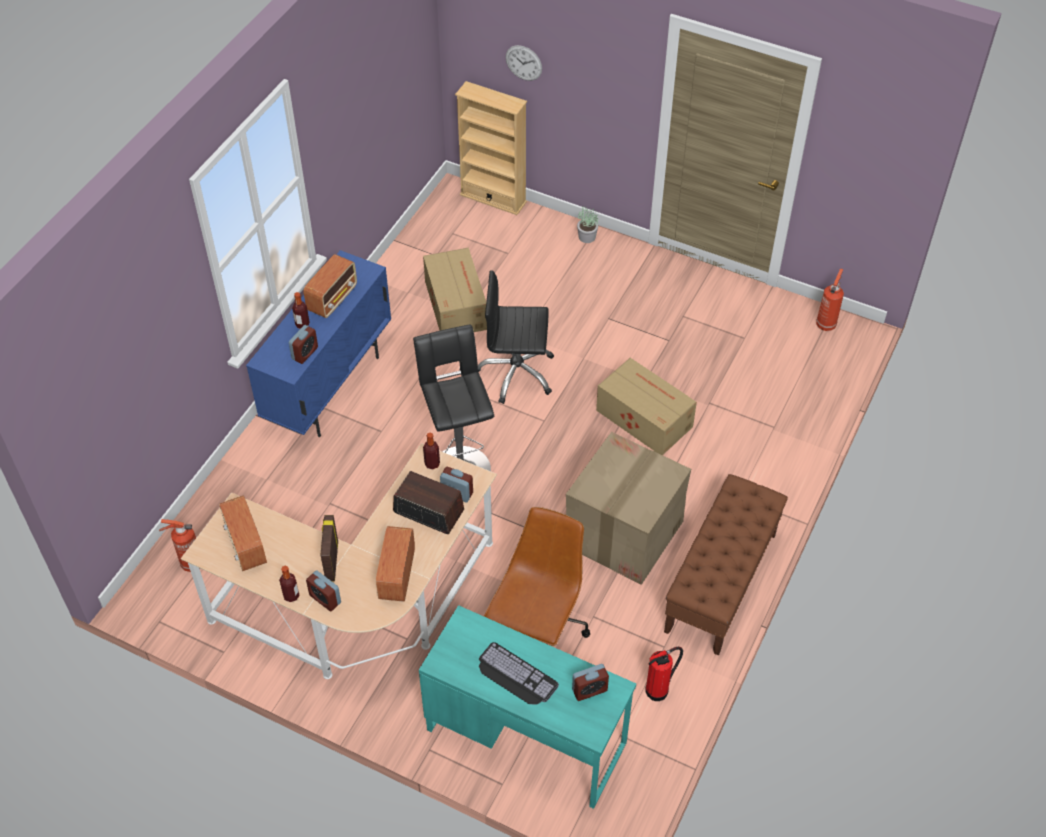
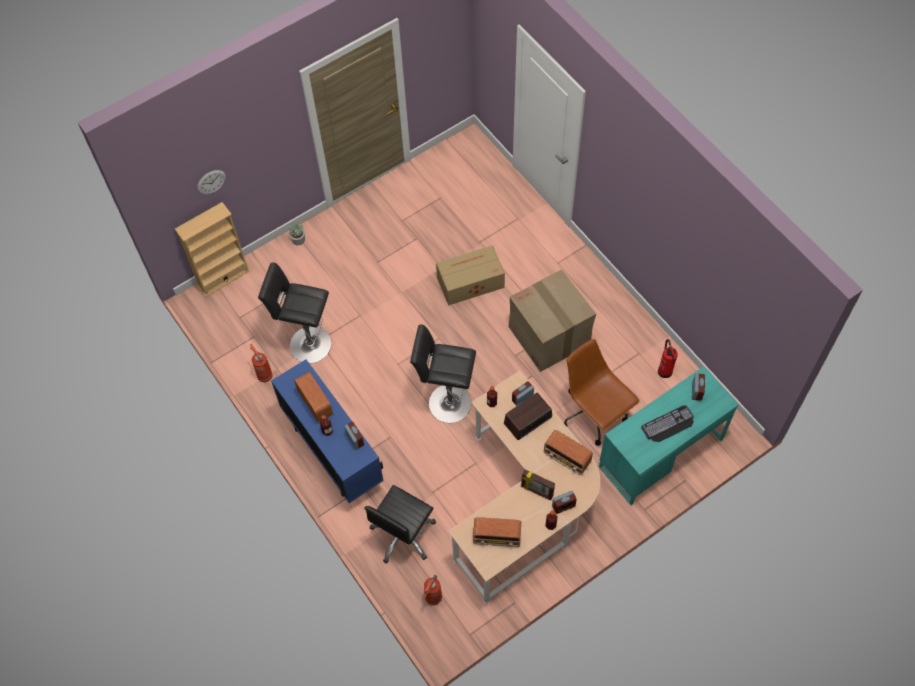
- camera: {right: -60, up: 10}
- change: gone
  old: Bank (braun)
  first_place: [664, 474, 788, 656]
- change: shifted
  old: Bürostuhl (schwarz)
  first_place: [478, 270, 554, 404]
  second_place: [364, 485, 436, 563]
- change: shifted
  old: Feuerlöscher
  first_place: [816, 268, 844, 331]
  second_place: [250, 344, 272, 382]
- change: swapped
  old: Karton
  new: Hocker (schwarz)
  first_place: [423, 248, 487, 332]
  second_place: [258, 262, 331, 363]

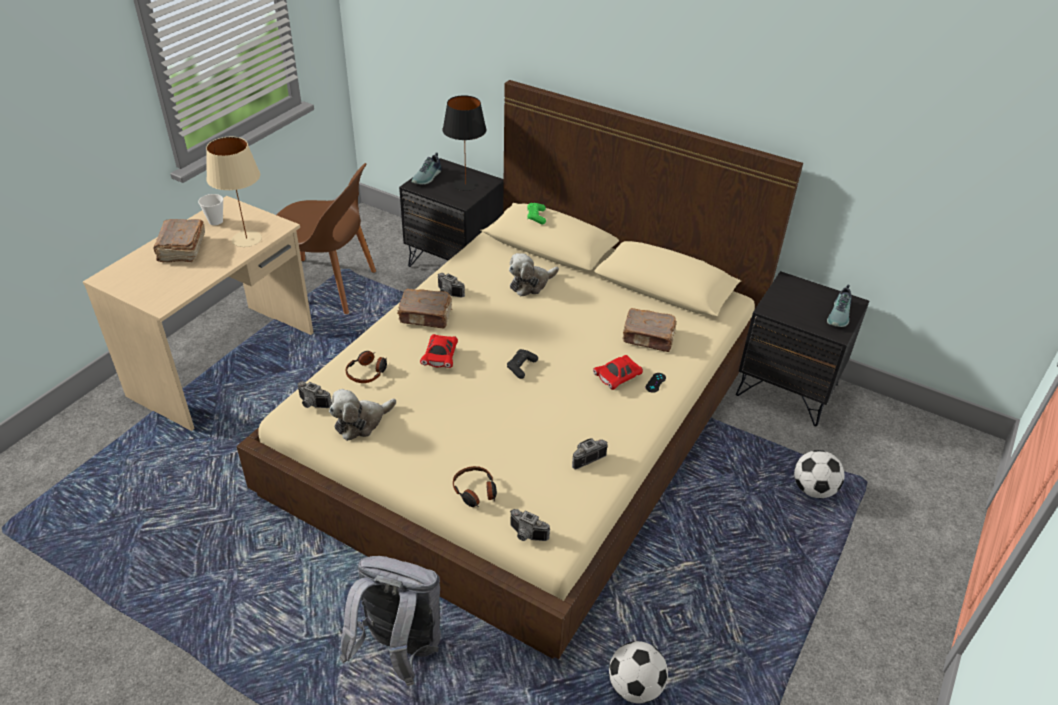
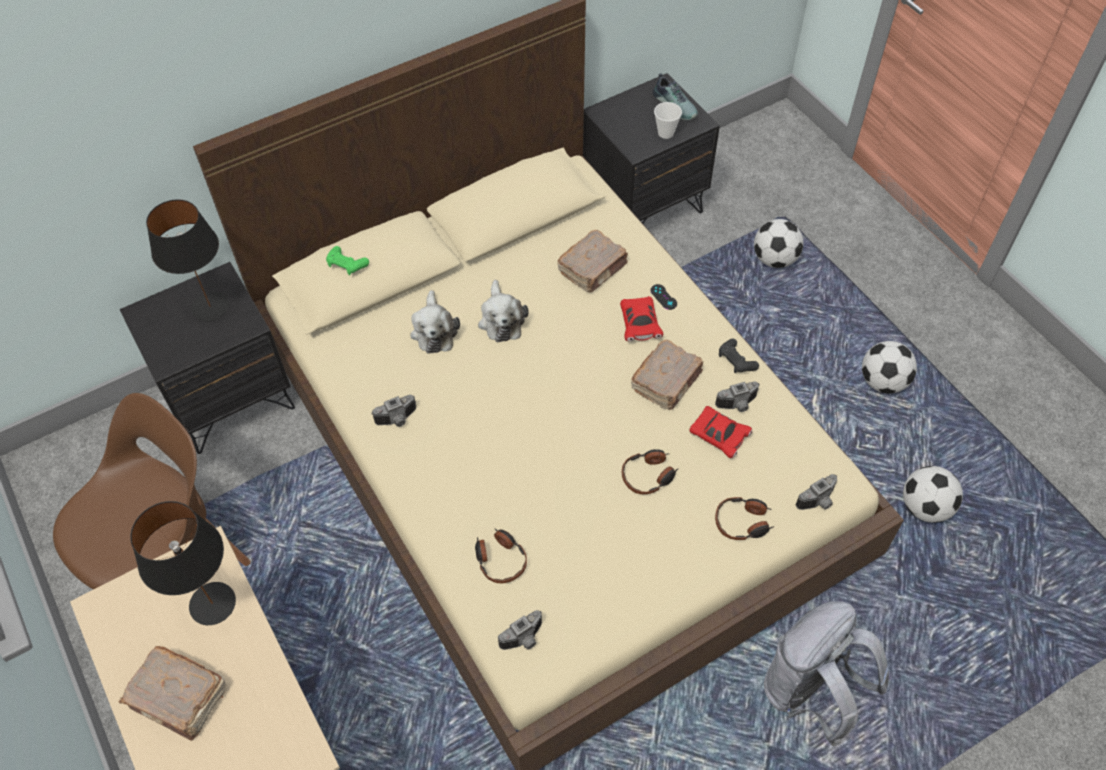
- camera: {right: -60, up: 15}
- change: gone
  old: Schuh
  first_place: [411, 152, 442, 185]
- change: new
  new: Kopfhörer
  second_place: [621, 449, 679, 495]
- change: new
  new: Fußball
  second_place: [862, 341, 917, 394]
- change: shifted
  old: Tasse
  first_place: [198, 194, 223, 225]
  second_place: [654, 102, 682, 139]
- change: shifted
  old: Plüschtier
  first_place: [329, 389, 396, 441]
  second_place: [478, 280, 529, 342]
- change: shifted
  old: Buch (braun)
  first_place: [397, 289, 452, 328]
  second_place: [631, 340, 703, 410]
- change: shifted
  old: Spielzeugauto (rot)
  first_place: [420, 334, 458, 368]
  second_place: [690, 406, 752, 458]
- change: shifted
  old: Gamepad (schwarz)
  first_place: [507, 349, 538, 379]
  second_place: [719, 339, 759, 373]
- change: repainted
  old: Tischlampe (beige)
  new: Tischlampe (schwarz)
  first_place: [206, 137, 262, 247]
  second_place: [130, 501, 236, 625]
- change: rotated
  old: Kamera
  first_place: [572, 438, 608, 469]
  second_place: [715, 382, 760, 412]
  degrees: -105

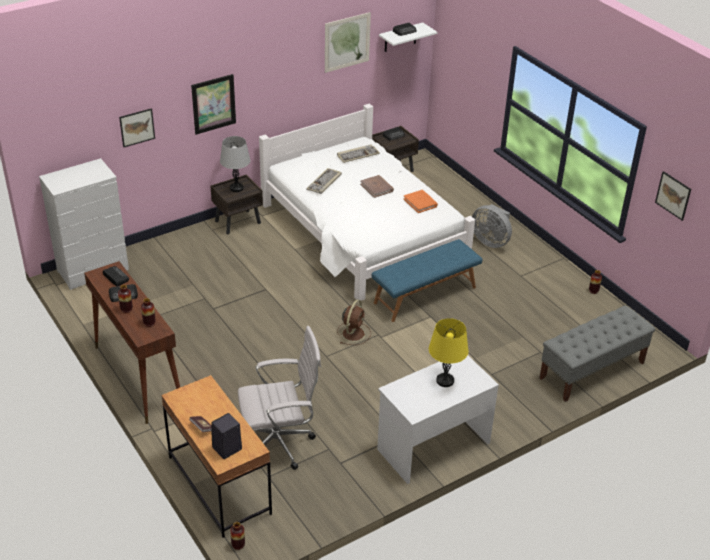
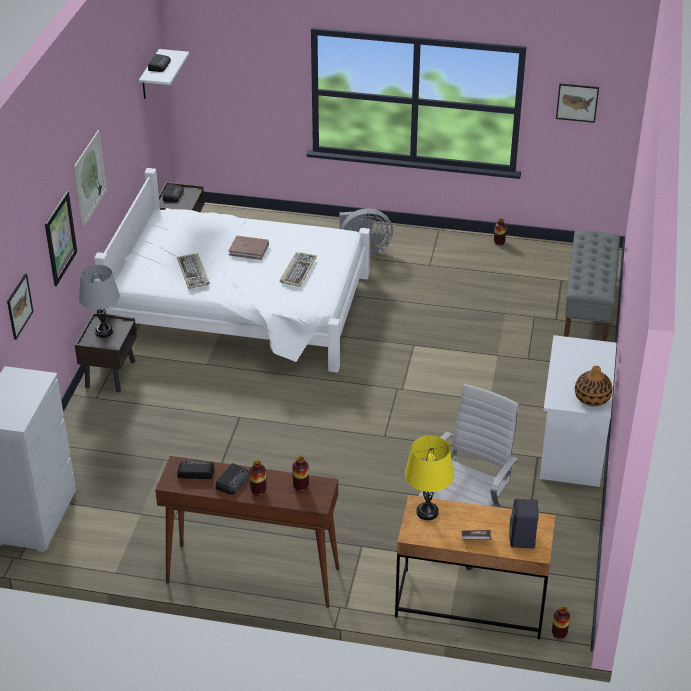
- camera: {right: -45, up: 0}
- change: gone
  old: Ventilator (braun)
  first_place: [337, 299, 371, 345]
- change: gone
  old: Bank (blau)
  first_place: [372, 239, 482, 322]
- change: gone
  old: Buch (orange)
  first_place: [404, 190, 438, 213]
- change: new
  new: Vase
  second_place: [575, 366, 612, 406]
- change: shifted
  old: Bild
  first_place: [325, 12, 371, 73]
  second_place: [74, 130, 107, 228]
- change: shifted
  old: Tastatur
  first_place: [337, 144, 380, 163]
  second_place: [280, 252, 317, 287]
- change: shifted
  old: Tischlampe (gelb)
  first_place: [429, 318, 468, 387]
  second_place: [405, 436, 454, 520]

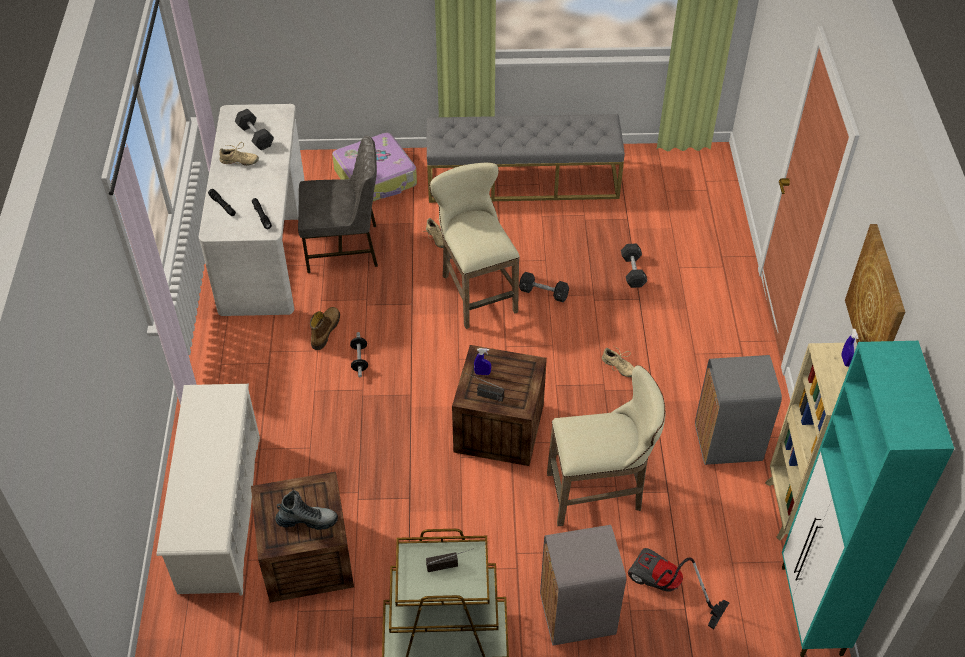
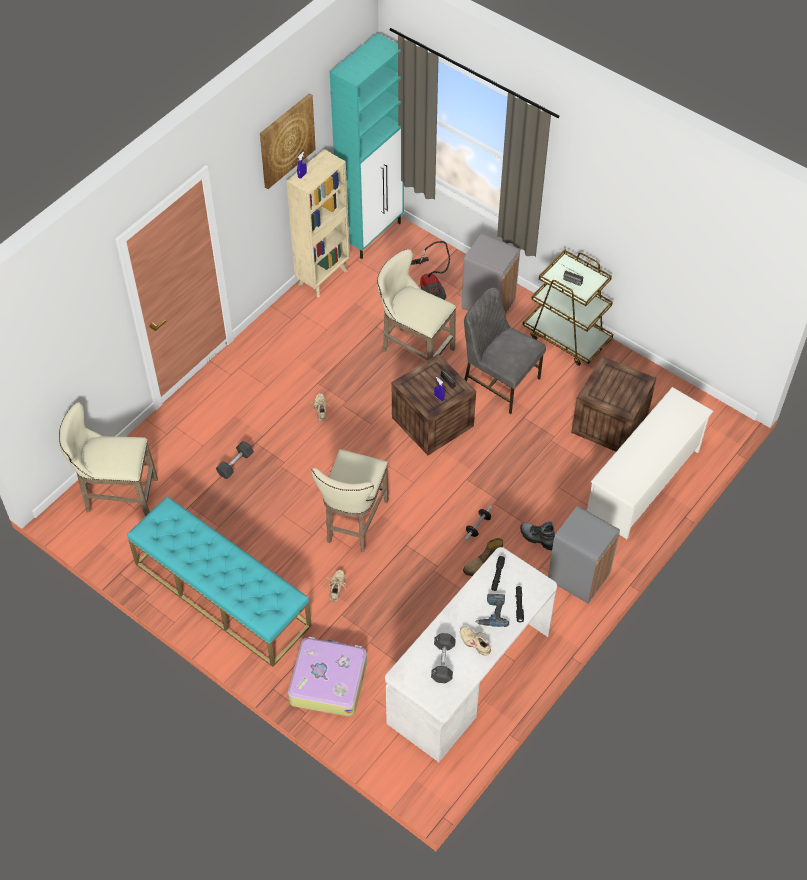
- camera: {right: -140, up: 5}
- change: gone
  old: Hantel (schwarz)
  first_place: [519, 272, 569, 302]
- change: new
  new: Hocker (beige)
  second_place: [59, 402, 158, 516]
- change: new
  new: Bohrmaschine
  second_place: [475, 594, 509, 627]
- change: shifted
  old: Stiefel
  first_place: [275, 490, 338, 530]
  second_place: [520, 521, 555, 551]
- change: shifted
  old: Stuhl (grau)
  first_place: [298, 136, 378, 273]
  second_place: [464, 288, 546, 414]
- change: shifted
  old: Mülleimer (grau)
  first_place: [695, 355, 782, 465]
  second_place: [548, 506, 620, 604]
- change: repainted
  old: Bank (grau)
  new: Bank (türkis)
  first_place: [427, 114, 625, 203]
  second_place: [127, 496, 312, 667]

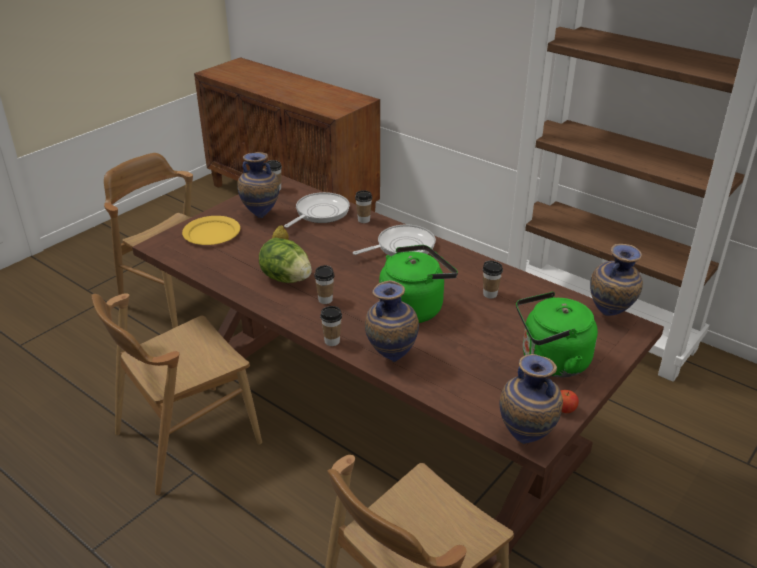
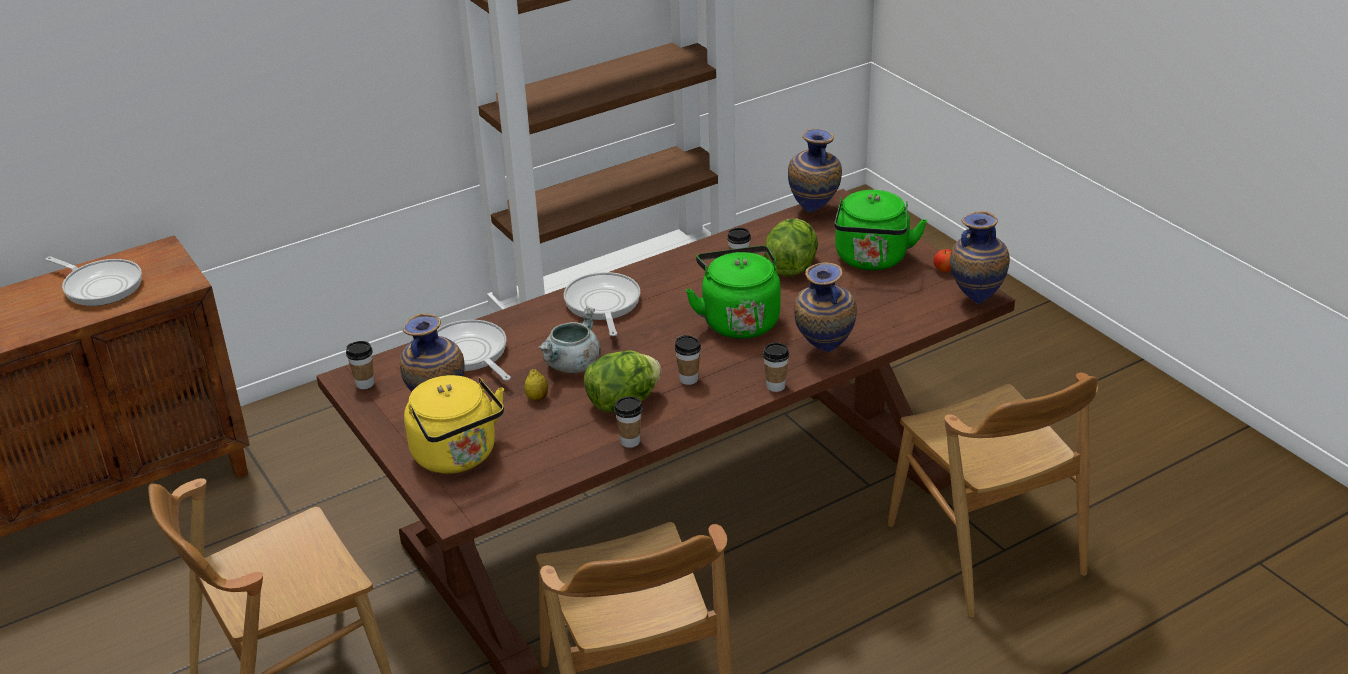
- camera: {right: -70, up: 0}
- change: new
  new: Pfanne
  second_place: [45, 256, 142, 306]
- change: new
  new: Kochtopf (grau)
  second_place: [538, 306, 601, 373]
- change: new
  new: Salatkopf
  second_place: [764, 219, 818, 276]
- change: shifted
  old: Tasse
  first_place: [355, 190, 372, 223]
  second_place: [614, 396, 642, 448]
- change: swapped
  old: Teller (gelb)
  new: Wasserkessel (gelb)
  first_place: [182, 216, 240, 245]
  second_place: [404, 375, 504, 474]

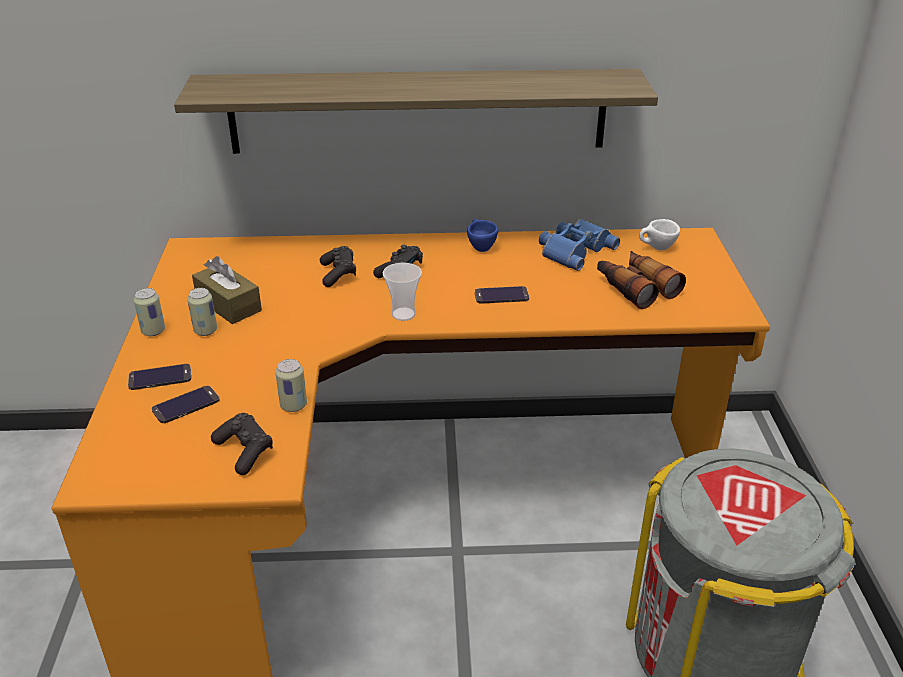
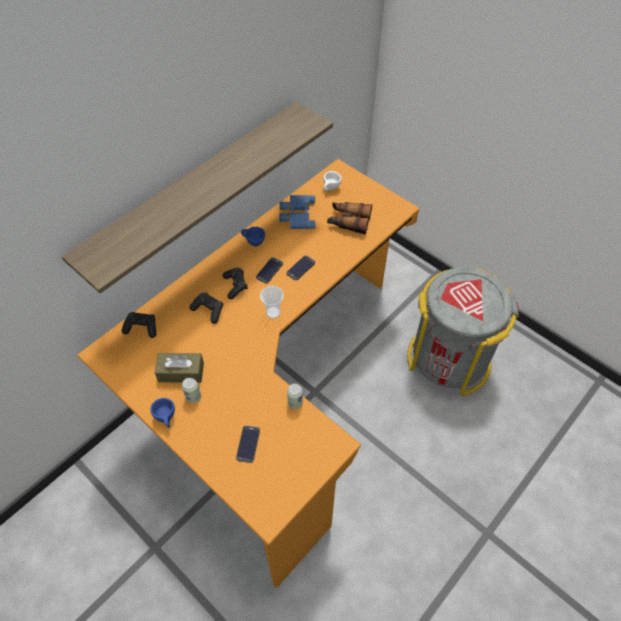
- camera: {right: -45, up: 20}
- change: shifted
  old: Handy
  first_place: [128, 364, 191, 390]
  second_place: [256, 257, 283, 283]
- change: shifted
  old: Gamepad (schwarz)
  first_place: [211, 413, 273, 475]
  second_place: [122, 312, 156, 338]
- change: swapped
  old: Dose
  new: Tasse (blau)
  first_place: [134, 288, 165, 336]
  second_place: [150, 398, 175, 428]

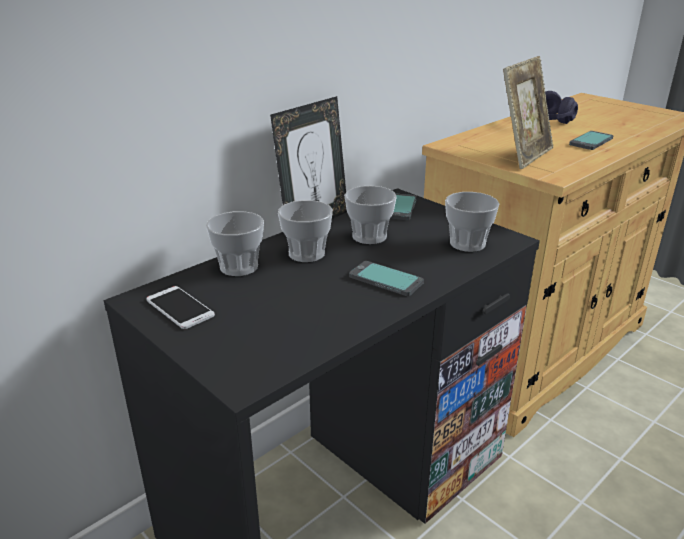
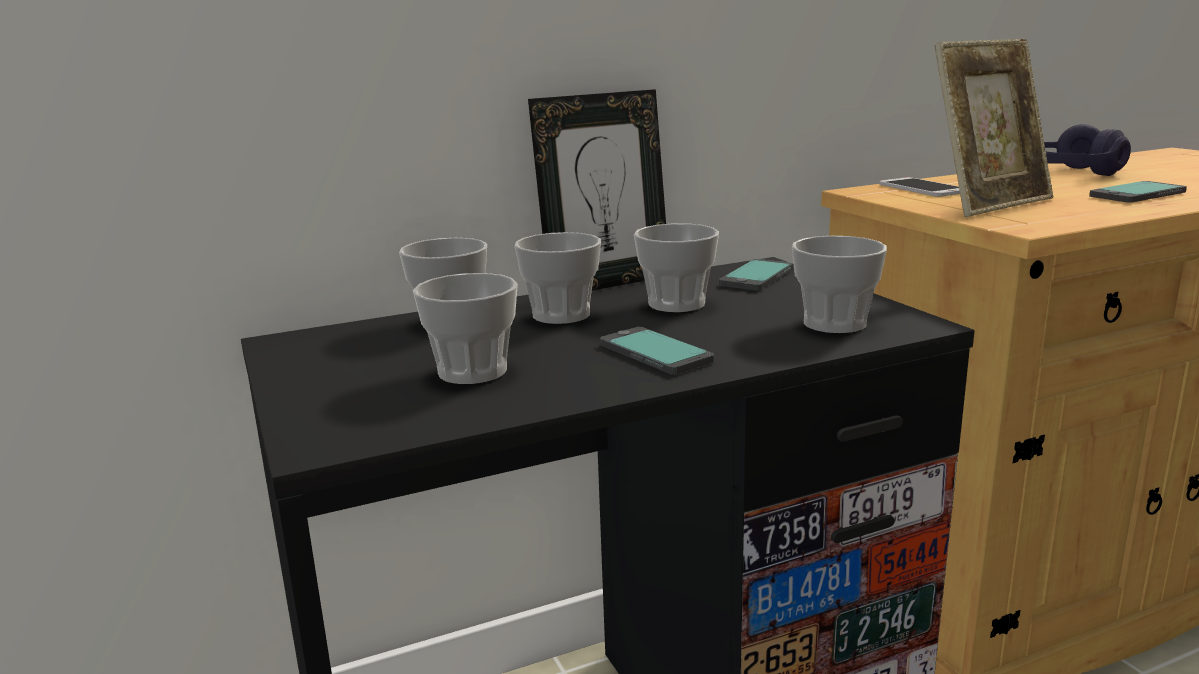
- camera: {right: 20, up: -10}
- change: new
  new: Tasse
  second_place: [413, 273, 518, 384]
- change: shifted
  old: Handy
  first_place: [146, 286, 215, 329]
  second_place: [879, 177, 960, 197]

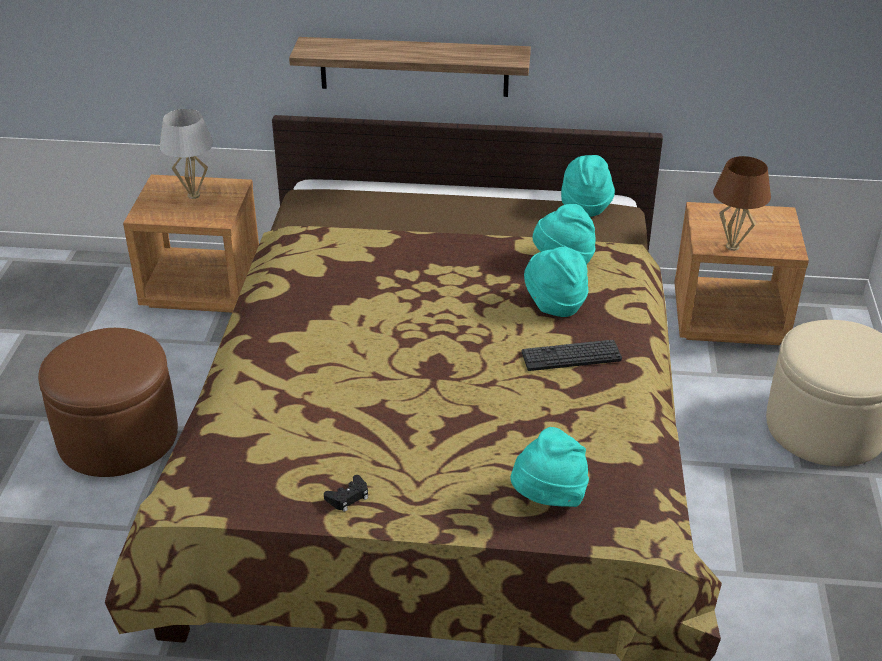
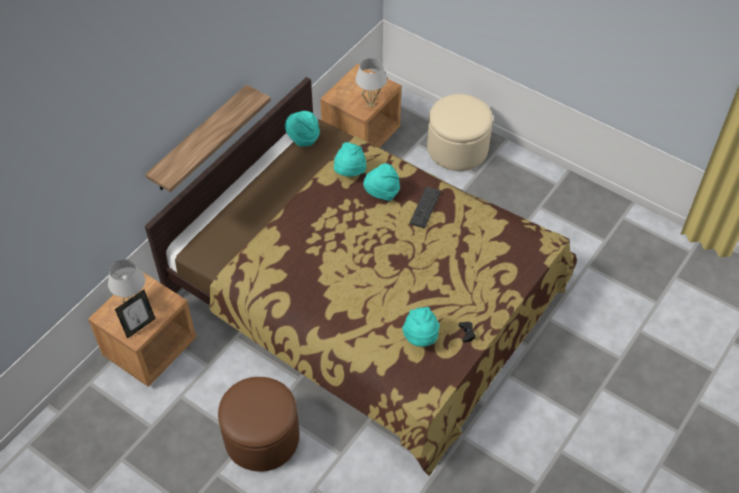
- camera: {right: -60, up: 15}
- change: new
  new: Bilderrahmen
  second_place: [115, 290, 155, 339]
- change: shifted
  old: Hut (türkis)
  first_place: [510, 427, 589, 507]
  second_place: [402, 307, 440, 347]
- change: repainted
  old: Tischlampe (braun)
  new: Tischlampe (weiß)
  first_place: [713, 156, 771, 251]
  second_place: [355, 58, 387, 107]

